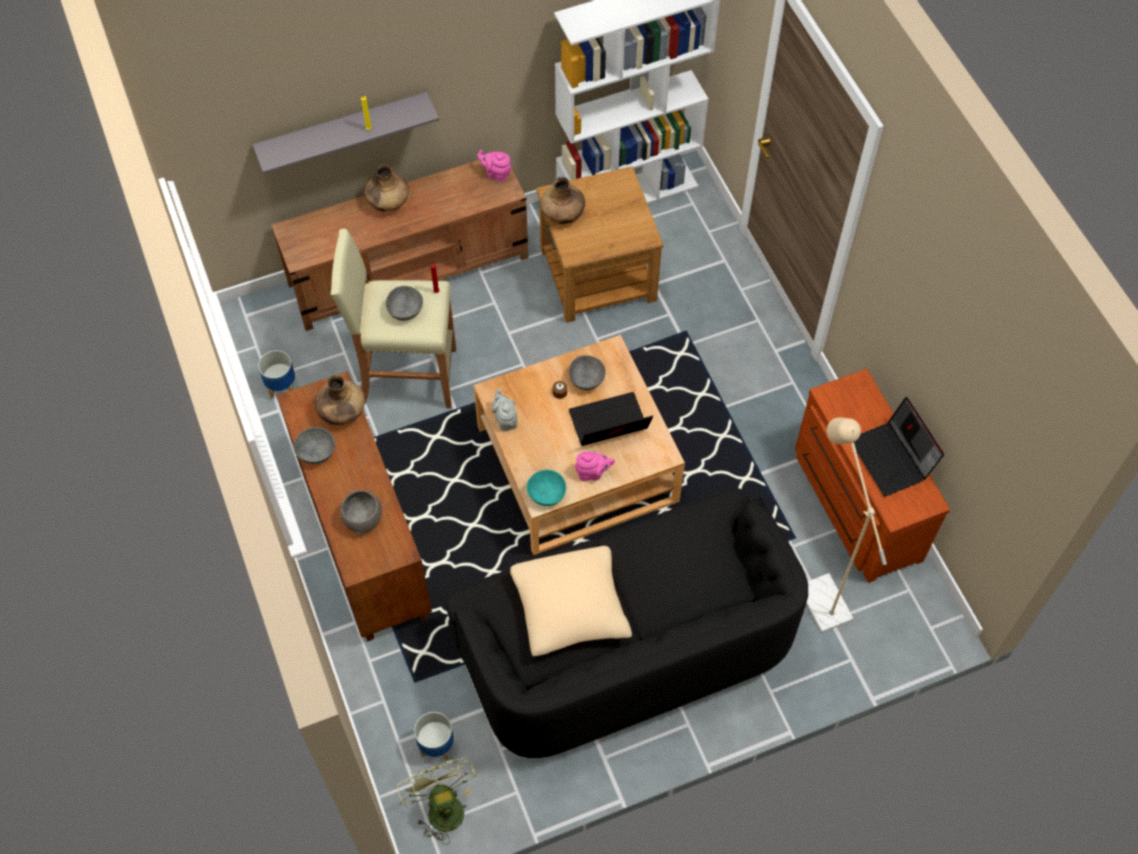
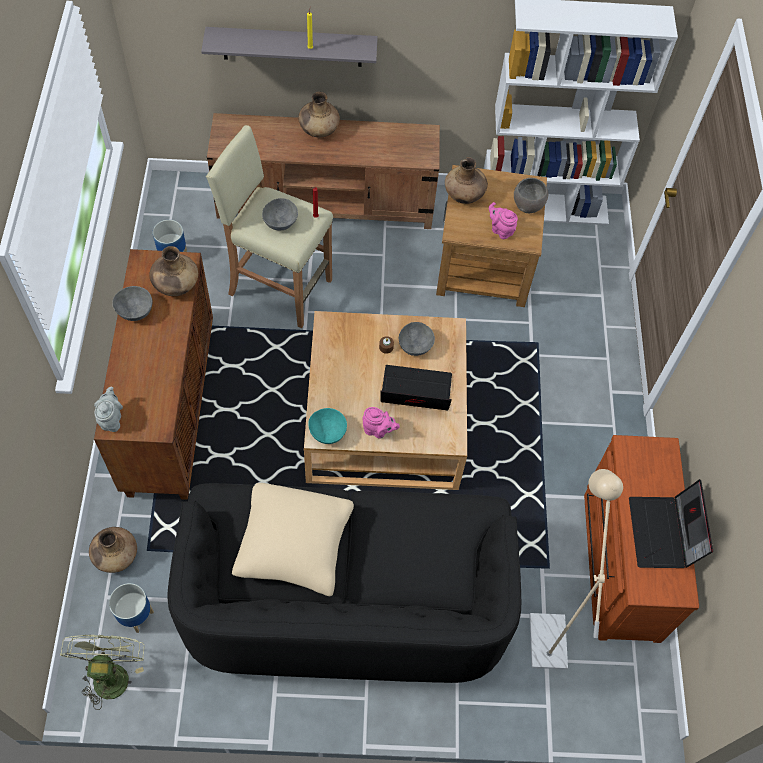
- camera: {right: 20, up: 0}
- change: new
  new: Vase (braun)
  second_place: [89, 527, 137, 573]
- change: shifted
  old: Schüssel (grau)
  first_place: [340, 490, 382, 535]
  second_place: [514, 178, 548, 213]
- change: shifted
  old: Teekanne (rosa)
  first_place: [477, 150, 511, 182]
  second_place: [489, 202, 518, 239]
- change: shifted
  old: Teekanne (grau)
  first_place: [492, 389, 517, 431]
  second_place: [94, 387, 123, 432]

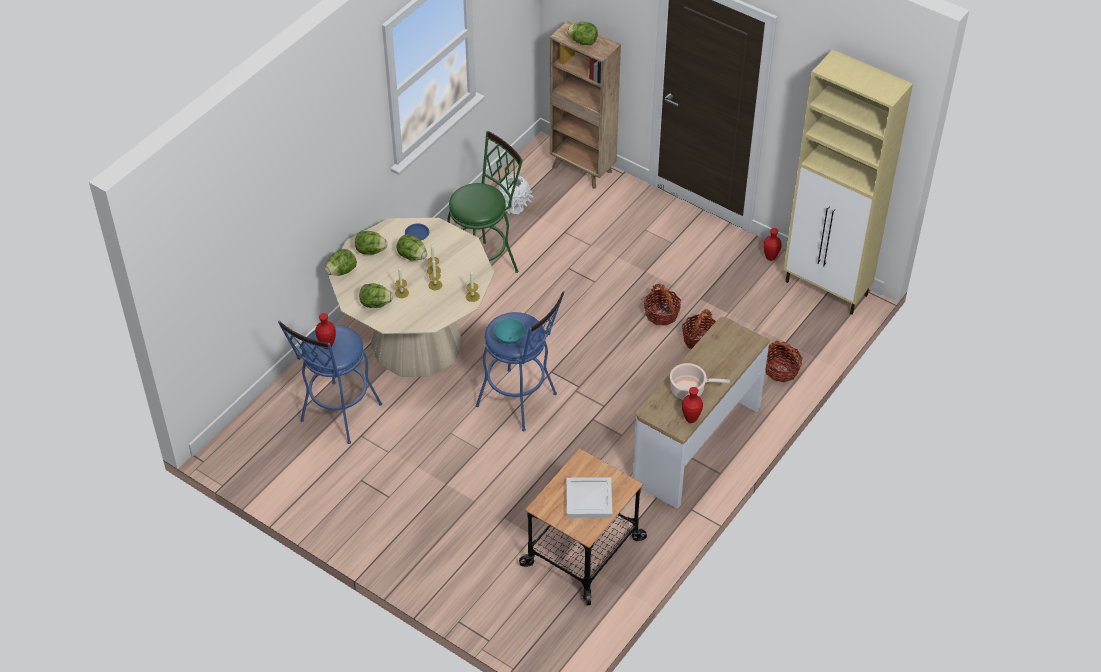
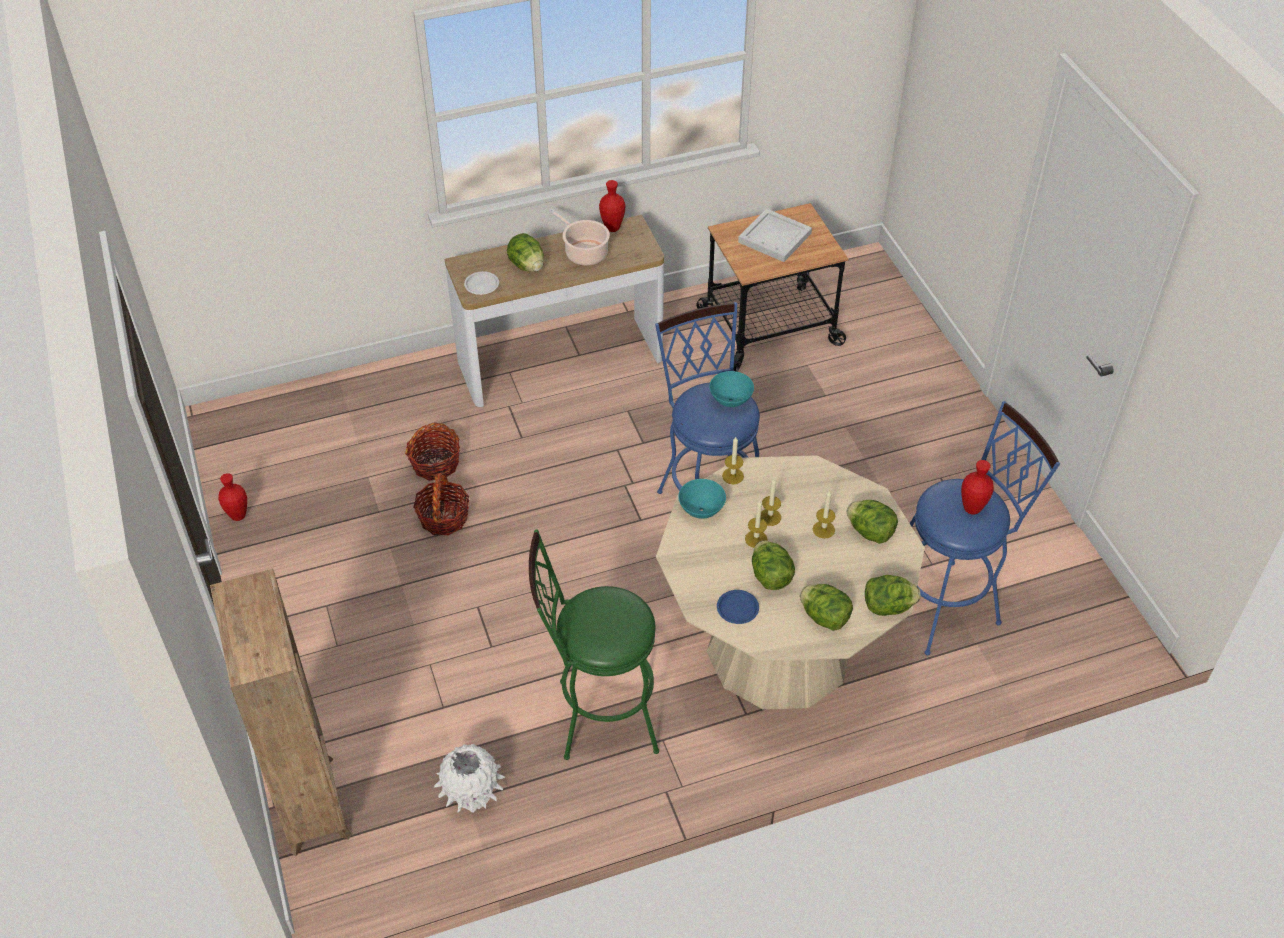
- camera: {right: -145, up: 0}
- change: gone
  old: Korb
  first_place: [765, 340, 803, 382]
- change: gone
  old: Schrank (beige)
  first_place: [784, 50, 913, 315]
- change: new
  new: Teller (weiß)
  second_place: [464, 271, 499, 295]
- change: new
  new: Schüssel (türkis)
  second_place: [678, 479, 726, 519]
- change: shifted
  old: Salatkopf
  first_place: [567, 22, 598, 45]
  second_place: [507, 233, 544, 272]

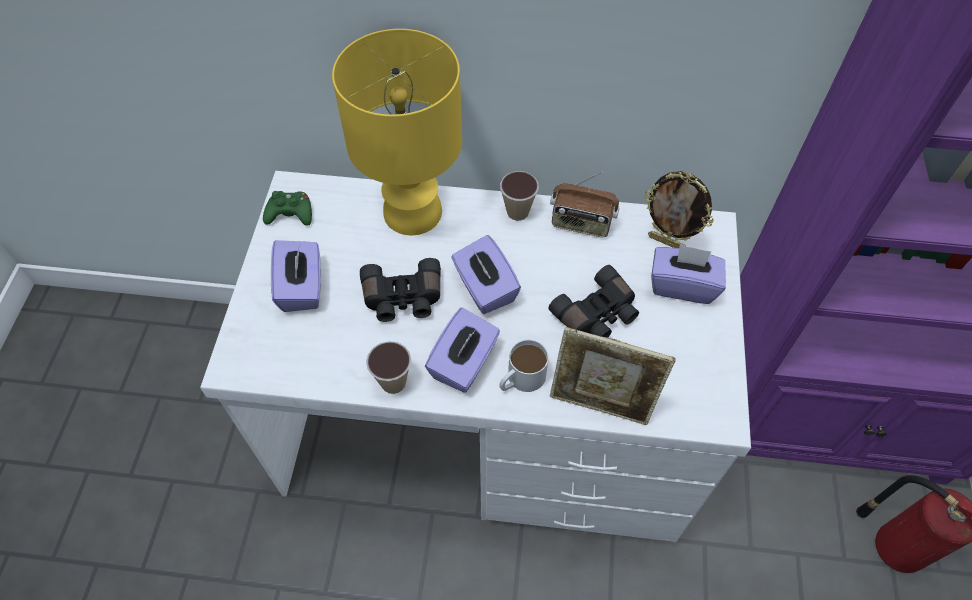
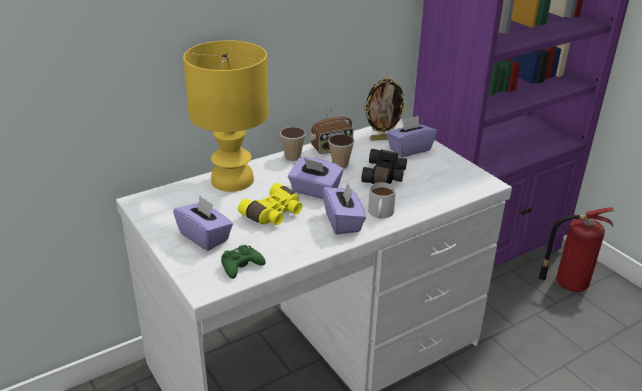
- camera: {right: -40, up: -25}
- change: gone
  old: Bilderrahmen
  first_place: [550, 327, 676, 425]
- change: shifted
  old: Gamepad (grün)
  first_place: [263, 191, 312, 226]
  second_place: [221, 245, 266, 279]
- change: shifted
  old: Tasse
  first_place: [366, 341, 411, 394]
  second_place: [328, 134, 354, 169]
- change: repainted
  old: Fernglas (schwarz)
  new: Fernglas (gelb)
  first_place: [360, 258, 441, 322]
  second_place: [238, 183, 302, 225]

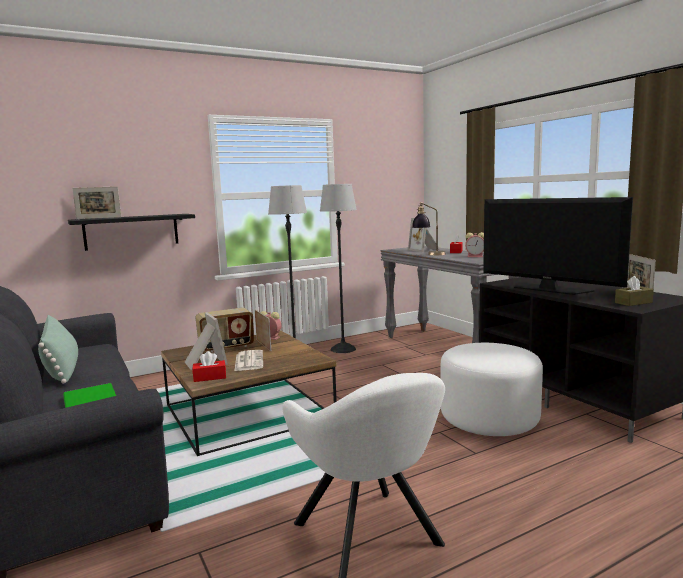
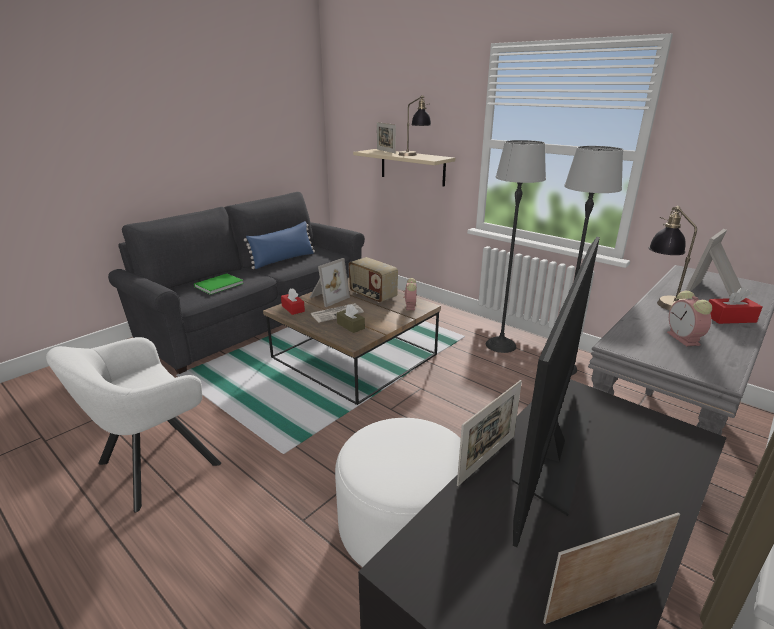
- camera: {right: 70, up: 15}
- change: new
  new: Tischlampe
  second_place: [399, 95, 431, 156]
- change: shifted
  old: Bilderrahmen
  first_place: [255, 309, 271, 351]
  second_place: [457, 380, 522, 486]
- change: shifted
  old: Taschentuchbox (braun)
  first_place: [615, 276, 654, 306]
  second_place: [337, 304, 365, 333]
- change: repainted
  old: Kissen (grün)
  new: Kissen (blau)
  first_place: [38, 315, 78, 384]
  second_place: [244, 221, 315, 269]
- change: repainted
  old: Wandregal (schwarz)
  new: Wandregal (beige)
  first_place: [68, 214, 195, 251]
  second_place: [353, 149, 455, 186]

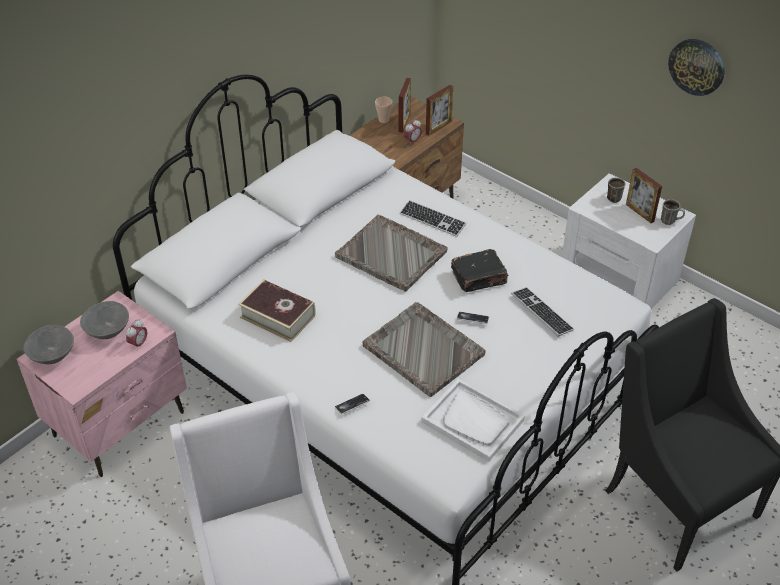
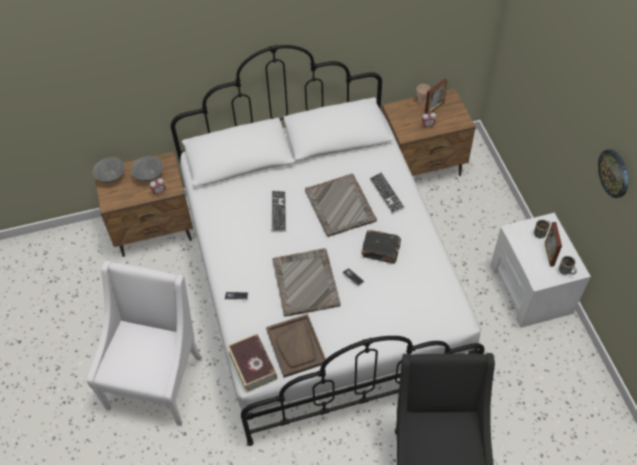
- camera: {right: 35, up: 10}
- change: gone
  old: Bilderrahmen
  first_place: [426, 85, 453, 136]
- change: shifted
  old: Buch
  first_place: [238, 279, 315, 342]
  second_place: [227, 333, 277, 392]
- change: shifted
  old: Tastatur
  first_place: [511, 287, 574, 337]
  second_place: [271, 190, 286, 232]
- change: repainted
  old: Nachttisch (rosa)
  new: Nachttisch (braun)
  first_place: [17, 291, 187, 477]
  second_place: [95, 151, 193, 257]
- change: repainted
  old: Tablett (weiß)
  new: Tablett (braun)
  first_place: [422, 379, 525, 462]
  second_place: [266, 314, 326, 378]

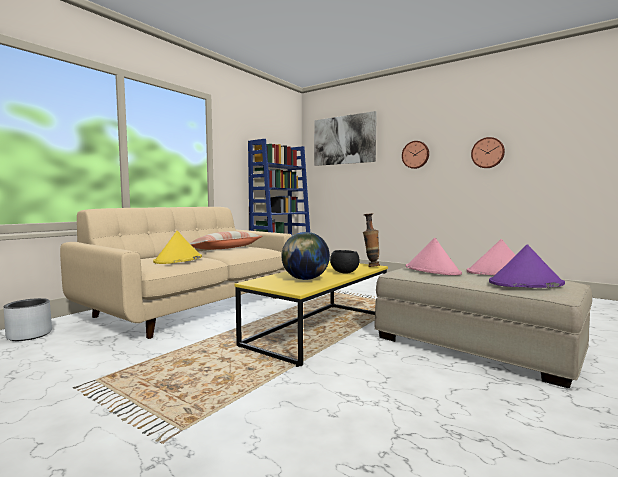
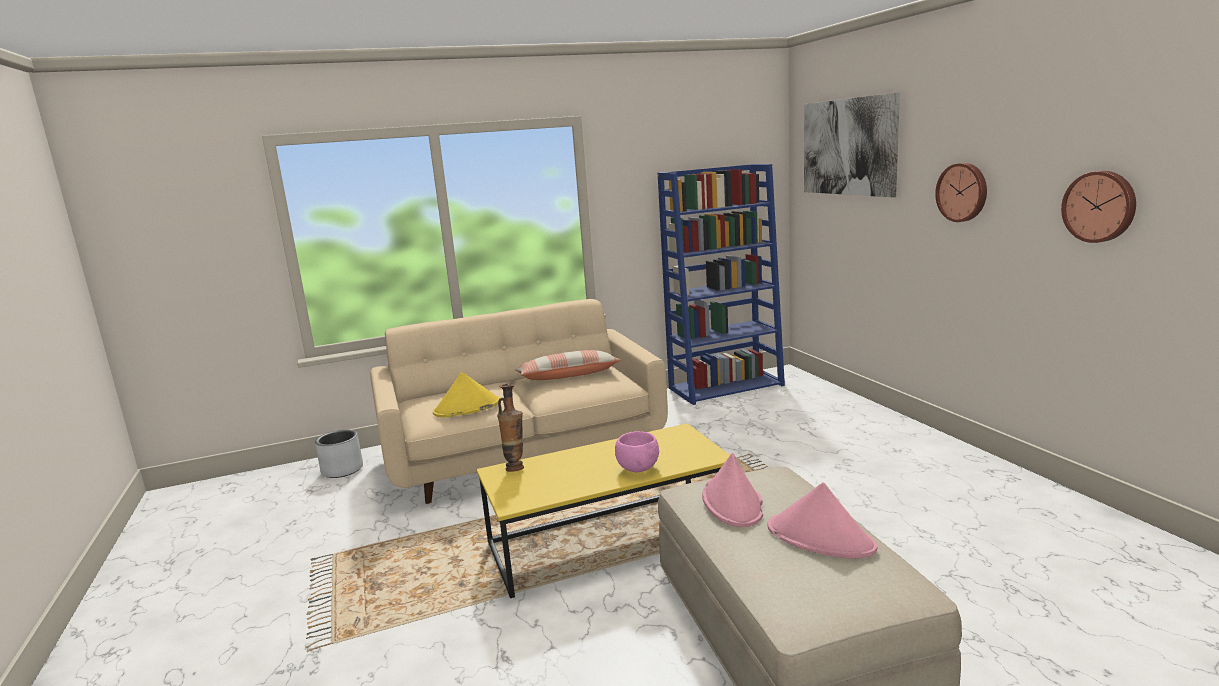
- camera: {right: 35, up: 10}
- change: gone
  old: Globus
  first_place: [281, 232, 330, 280]
- change: gone
  old: Hut (lila)
  first_place: [489, 245, 565, 288]
- change: shifted
  old: Vase
  first_place: [363, 213, 380, 267]
  second_place: [497, 384, 524, 472]
- change: repainted
  old: Schüssel (schwarz)
  new: Schüssel (rosa)
  first_place: [330, 250, 360, 274]
  second_place: [615, 431, 659, 472]

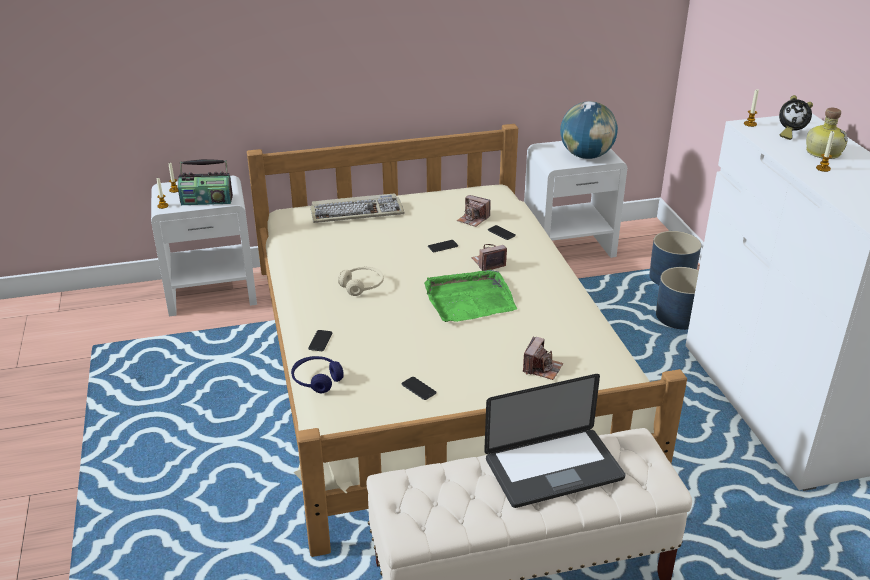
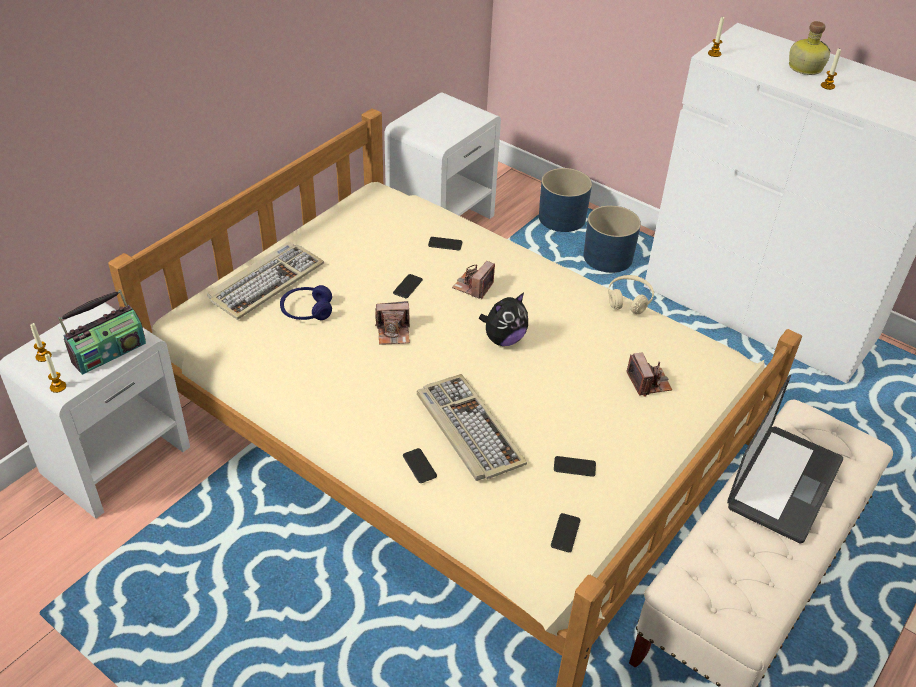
- camera: {right: -40, up: 10}
- change: gone
  old: Globus
  first_place: [560, 101, 618, 159]
- change: gone
  old: Wecker
  first_place: [779, 95, 813, 140]
- change: new
  new: Tastatur
  second_place: [417, 374, 527, 481]
- change: new
  new: Handy
  second_place: [551, 513, 580, 552]
- change: shifted
  old: Kopfhörer (blau)
  first_place: [291, 356, 344, 393]
  second_place: [280, 285, 332, 320]
- change: shifted
  old: Kopfhörer (beige)
  first_place: [338, 267, 384, 296]
  second_place: [608, 275, 654, 314]
- change: shifted
  old: Kamera
  first_place: [457, 195, 491, 227]
  second_place: [375, 301, 410, 345]
- change: swapped
  old: Tablett (grün)
  new: Plüschtier
  first_place: [424, 270, 517, 322]
  second_place: [479, 293, 528, 346]

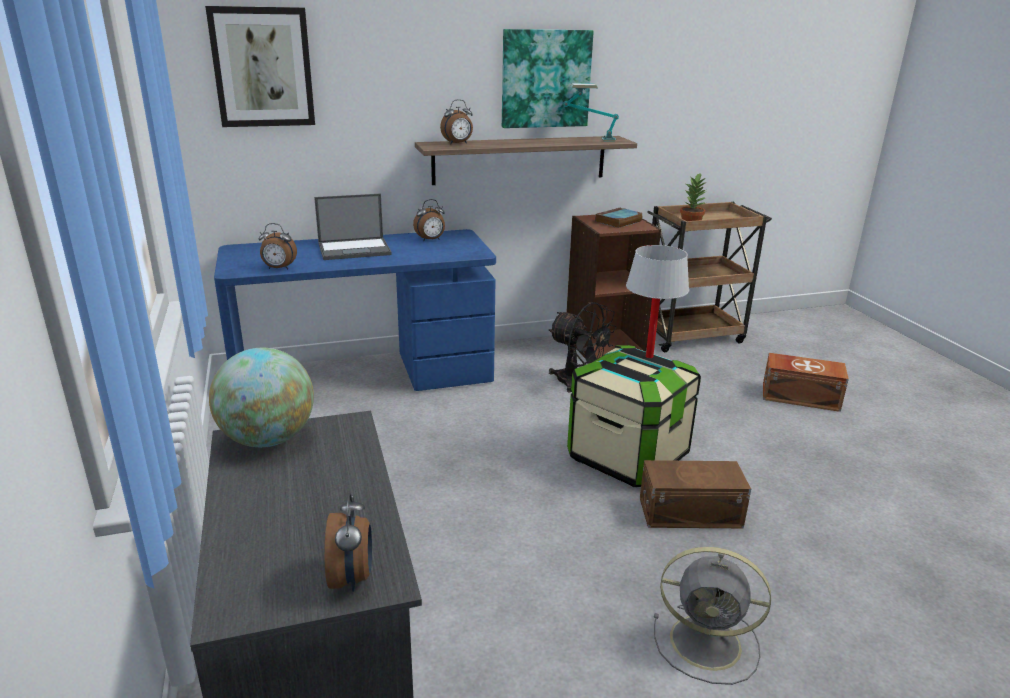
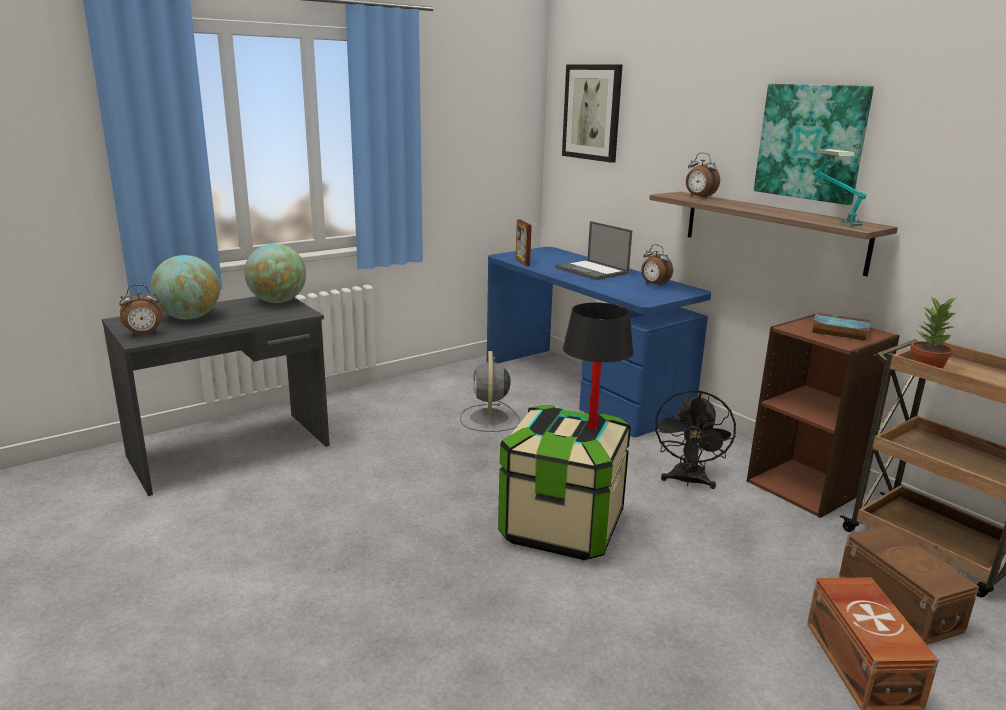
- camera: {right: 70, up: -5}
- change: new
  new: Globus
  second_place: [151, 255, 220, 319]
- change: shifted
  old: Aufbewahrungsbox (braun)
  first_place: [640, 460, 751, 528]
  second_place: [839, 526, 979, 645]
- change: shifted
  old: Ventilator (grau)
  first_place: [654, 547, 771, 685]
  second_place: [460, 351, 520, 432]
- change: swapped
  old: Wecker
  new: Bilderrahmen
  first_place: [259, 223, 297, 269]
  second_place: [516, 220, 532, 266]
- change: repainted
  old: Tischlampe (weiß)
  new: Tischlampe (schwarz)
  first_place: [626, 245, 689, 358]
  second_place: [563, 302, 634, 430]

